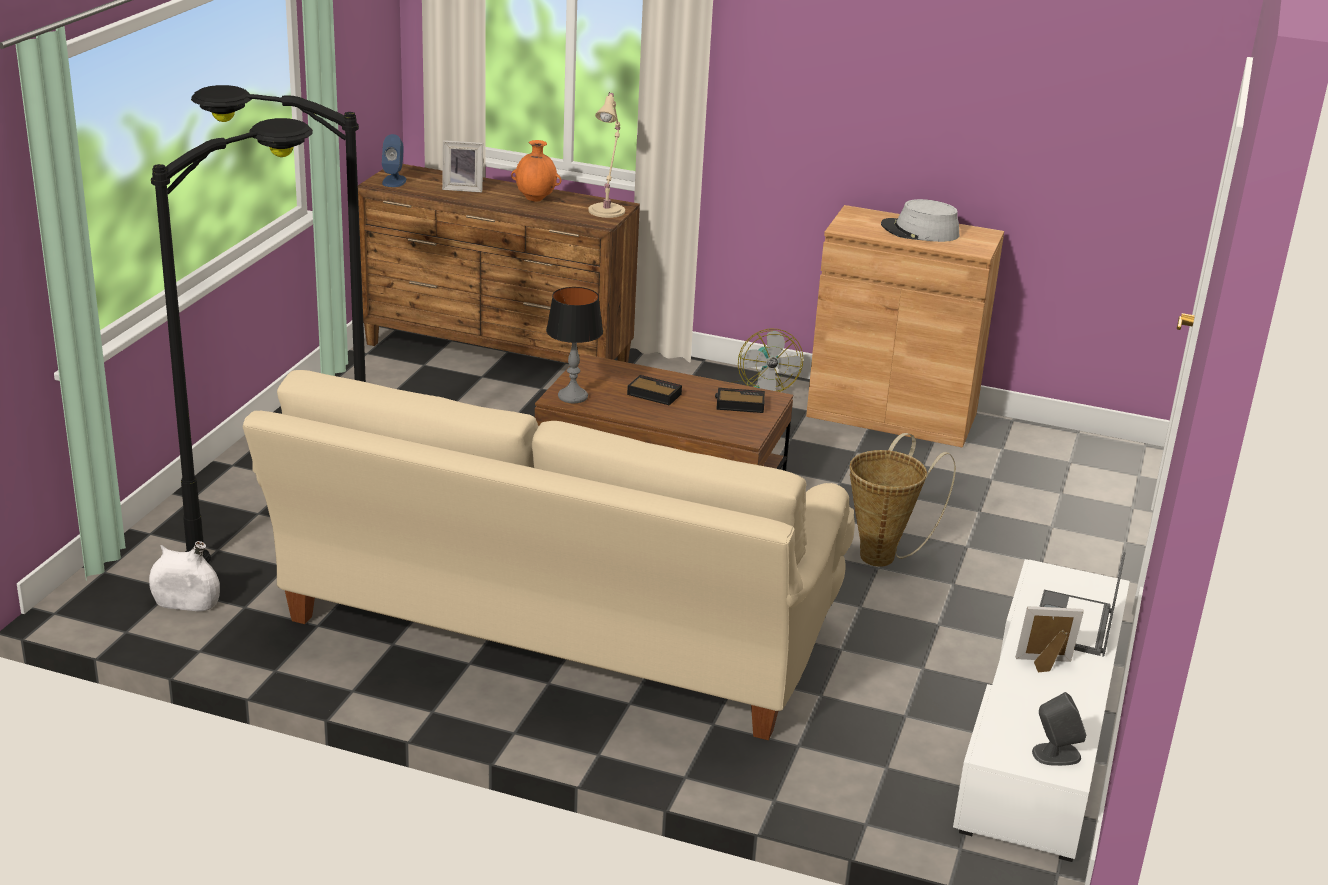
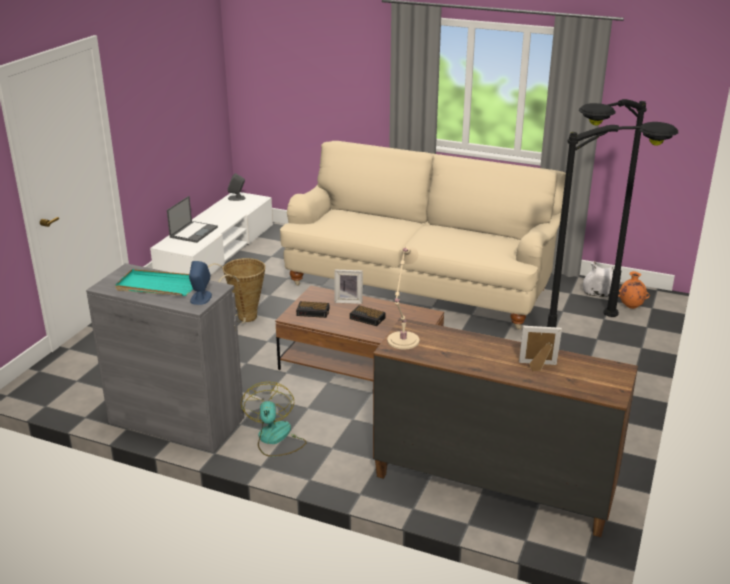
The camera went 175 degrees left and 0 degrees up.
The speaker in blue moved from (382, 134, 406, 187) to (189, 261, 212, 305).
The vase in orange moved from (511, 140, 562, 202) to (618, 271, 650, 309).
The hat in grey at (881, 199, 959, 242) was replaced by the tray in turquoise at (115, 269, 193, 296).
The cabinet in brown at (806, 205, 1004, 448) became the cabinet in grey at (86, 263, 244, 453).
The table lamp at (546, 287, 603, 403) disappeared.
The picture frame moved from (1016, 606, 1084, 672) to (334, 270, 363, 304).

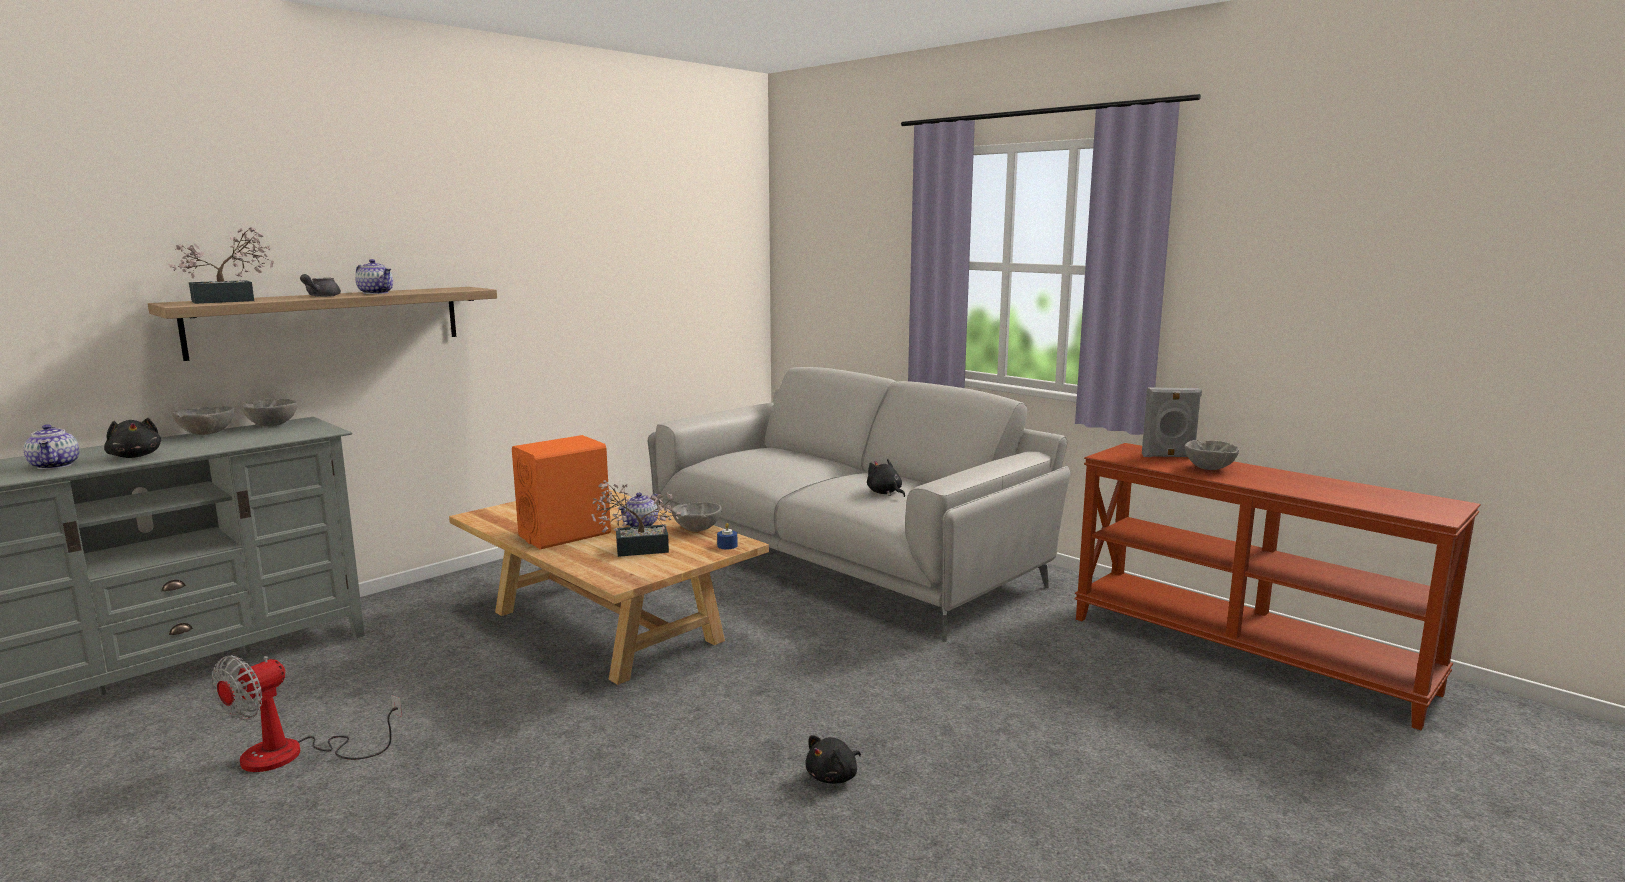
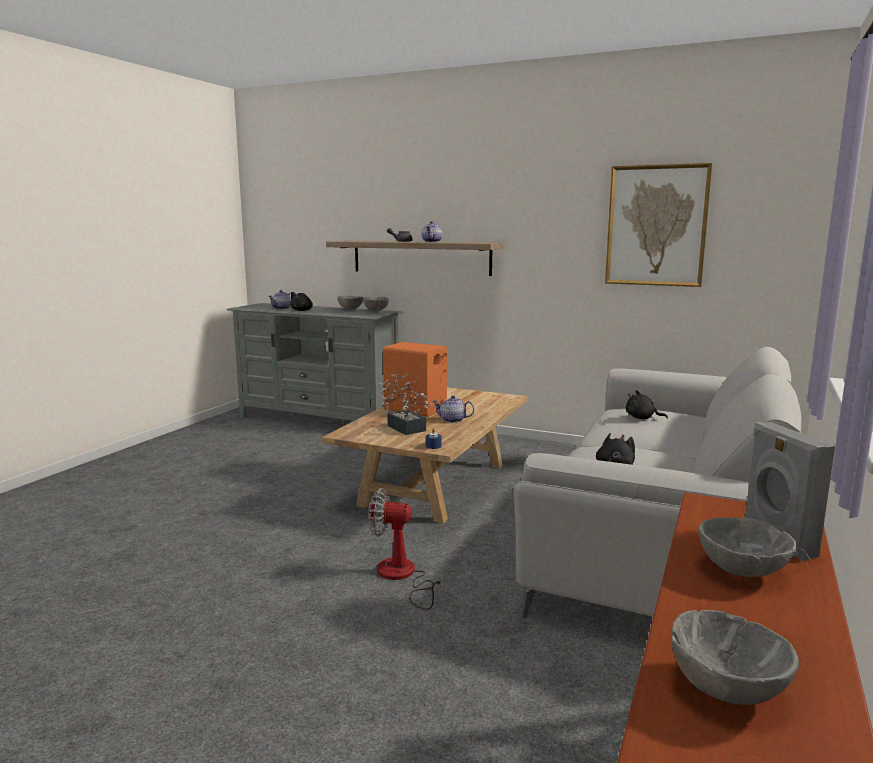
The camera went 70 degrees right and 0 degrees up.
The potted plant at (168, 227, 274, 304) disappeared.
The bowl in grey moved from (672, 502, 722, 532) to (671, 610, 799, 705).
The fan moved from (212, 655, 402, 772) to (368, 488, 442, 610).
The plush toy in black moved from (805, 735, 861, 784) to (626, 390, 668, 420).
The picture at (605, 163, 712, 287) appeared.

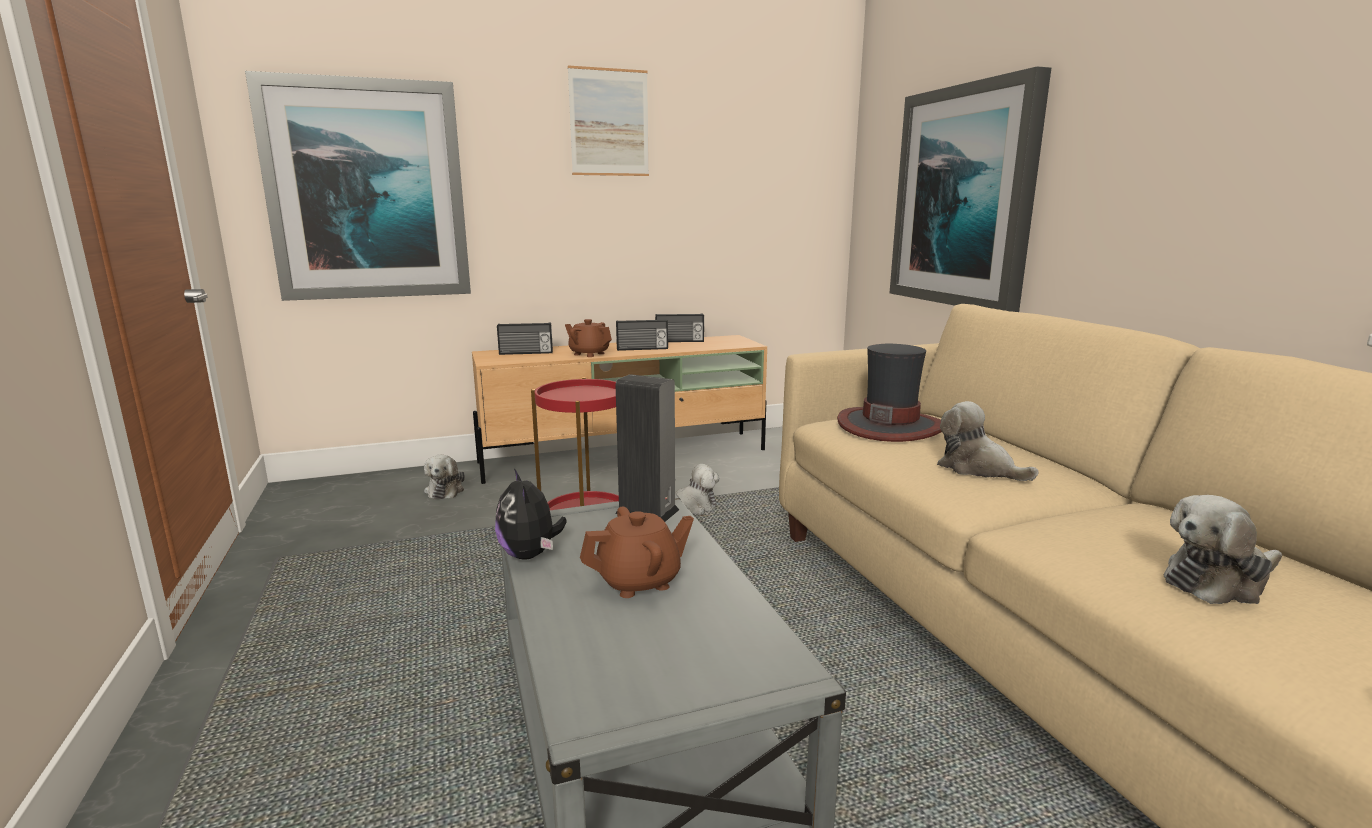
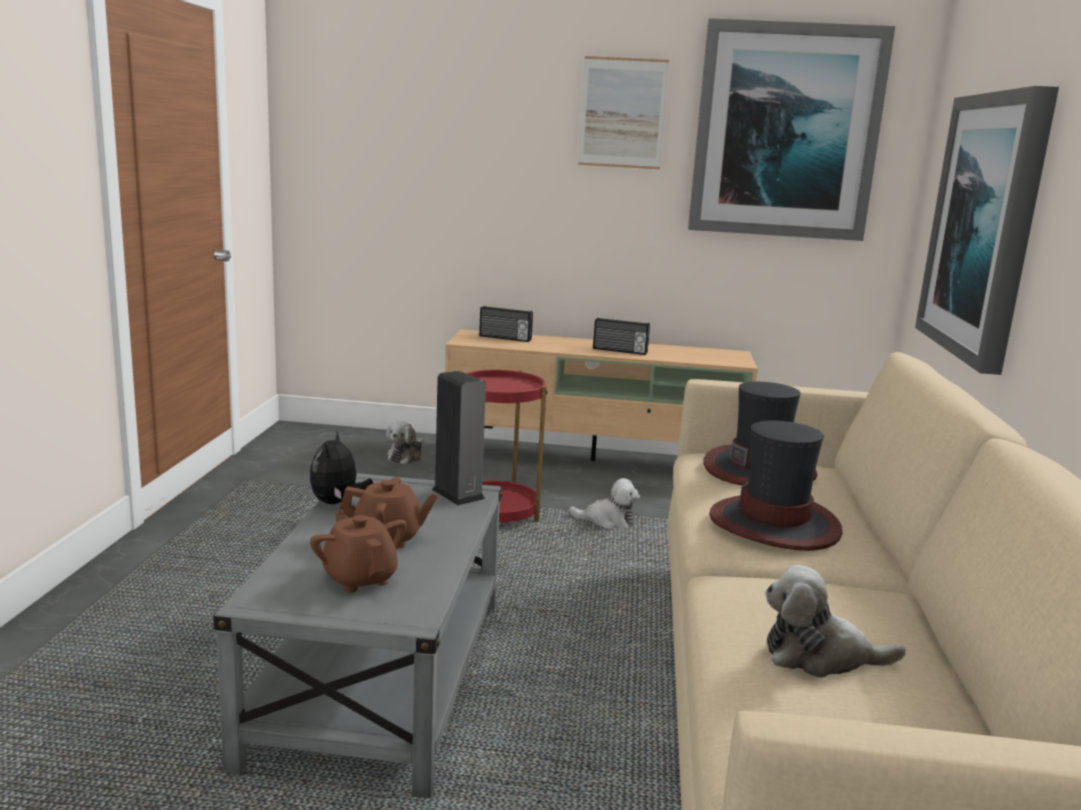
The camera went 25 degrees right and 0 degrees up.
The picture moved from (245, 71, 471, 301) to (688, 18, 895, 241).
The radio at (655, 314, 704, 342) disappeared.
The teapot in brown moved from (565, 319, 612, 357) to (310, 510, 407, 593).
The plush toy at (937, 401, 1039, 481) was replaced by the hat at (709, 421, 842, 551).

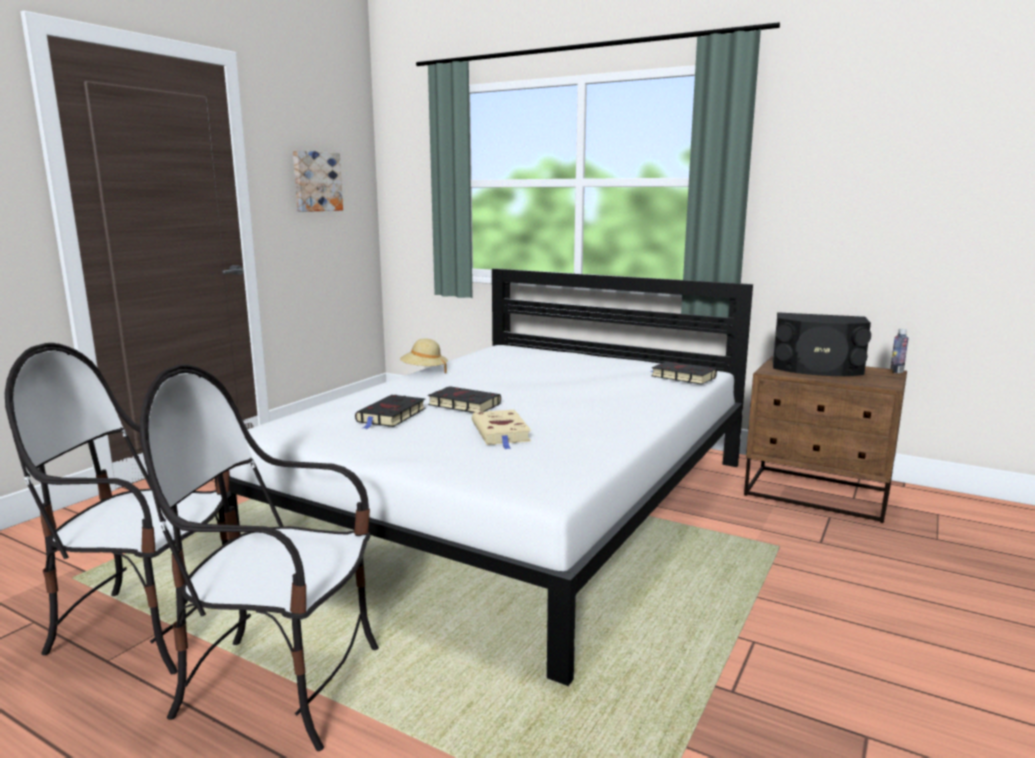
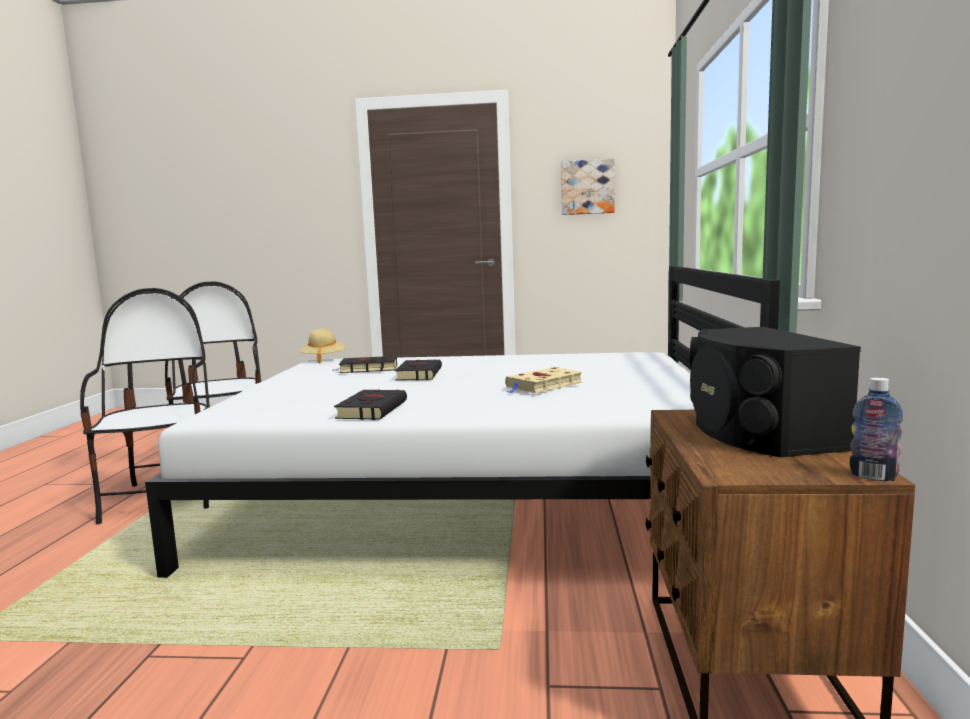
The camera went 65 degrees right and 5 degrees down.
The hat in beige moved from (400, 338, 448, 373) to (300, 329, 345, 364).
The book in black moved from (650, 361, 717, 385) to (334, 390, 407, 420).
The book in beige moved from (472, 410, 531, 449) to (505, 367, 583, 393).

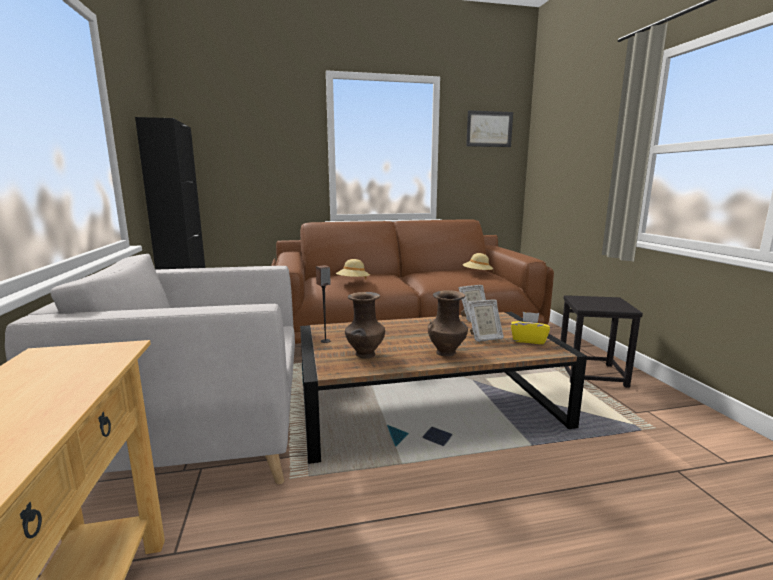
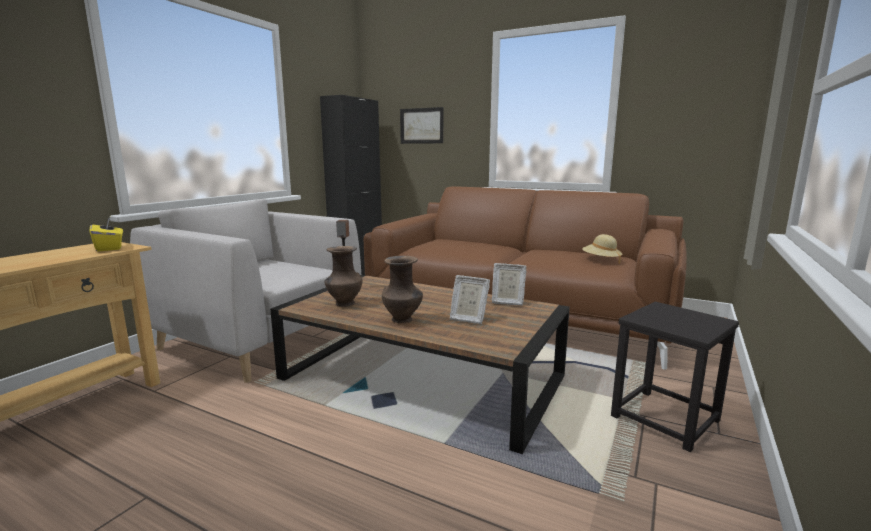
The camera went 40 degrees right and 0 degrees up.
The picture moved from (466, 110, 513, 147) to (400, 107, 443, 144).
The hat in beige at (336, 259, 370, 280) disappeared.
The tissue box in yellow moved from (511, 312, 550, 344) to (90, 216, 123, 252).

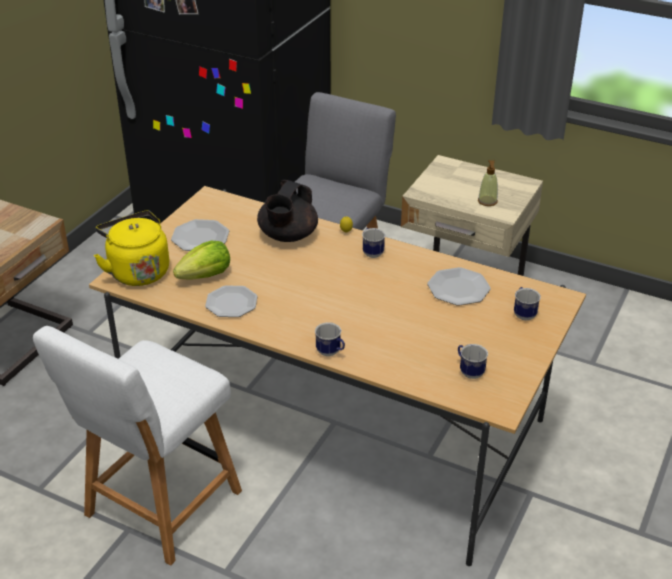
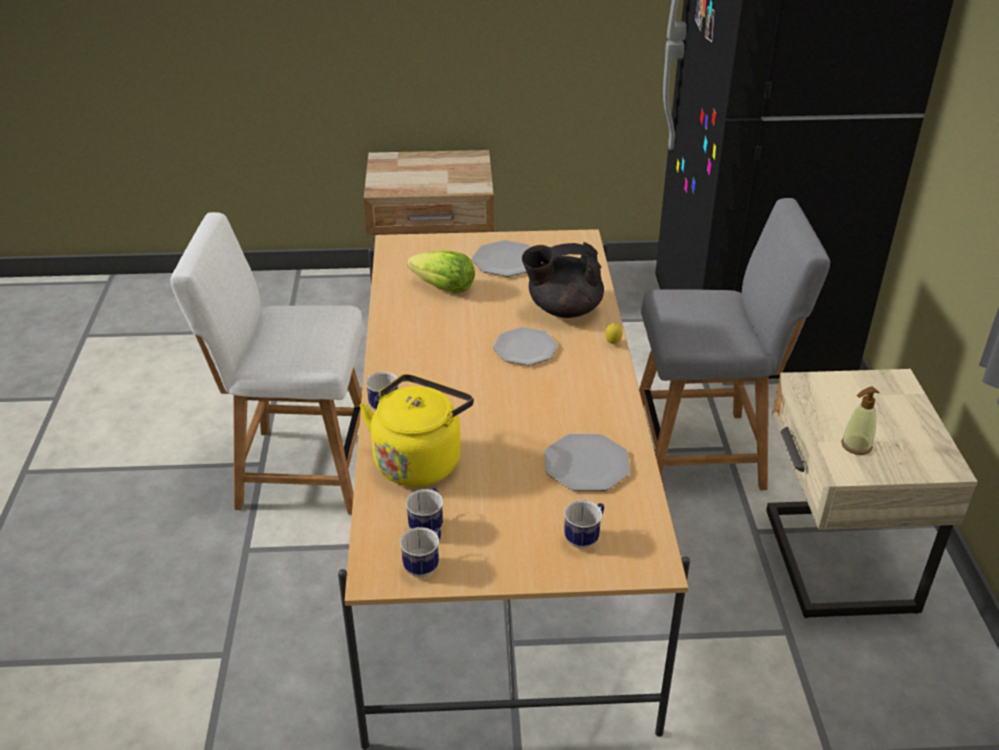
The camera went 60 degrees right and 0 degrees up.
The kettle in yellow moved from (94, 211, 169, 286) to (360, 374, 474, 487).
The mug moved from (362, 228, 385, 258) to (400, 527, 441, 577).
The plate moved from (205, 285, 257, 317) to (493, 327, 558, 366).

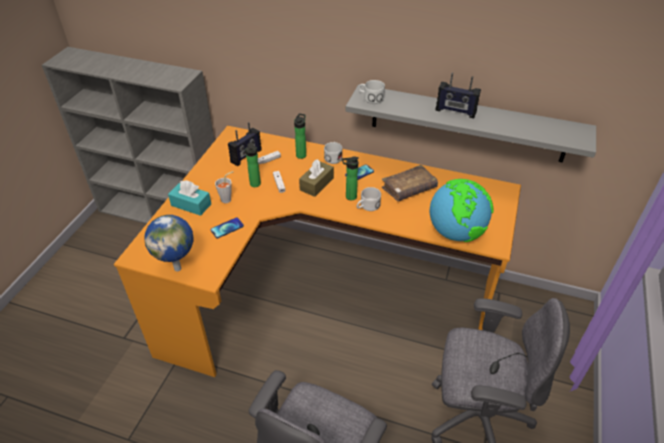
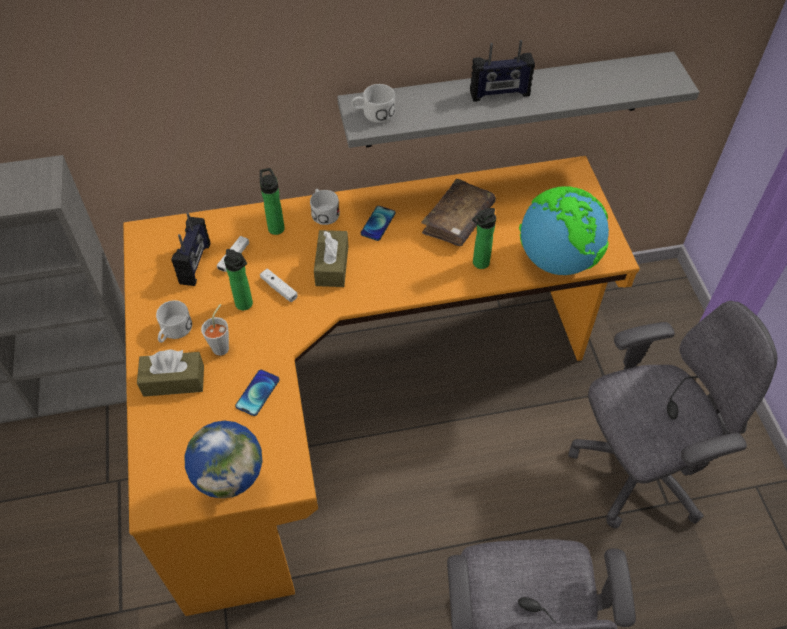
The camera went 30 degrees left and 10 degrees up.
The bottle moved from (342, 156, 359, 200) to (472, 208, 496, 269).
The tissue box in turquoise at (168, 180, 211, 216) became the tissue box in brown at (137, 349, 204, 397).
The mug in white moved from (357, 187, 381, 211) to (156, 300, 192, 343).

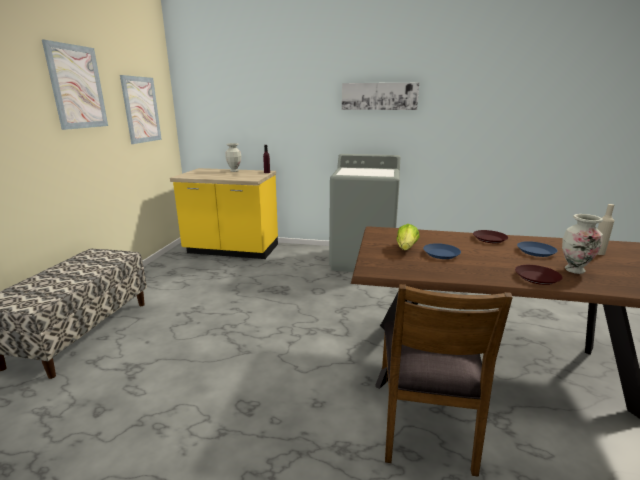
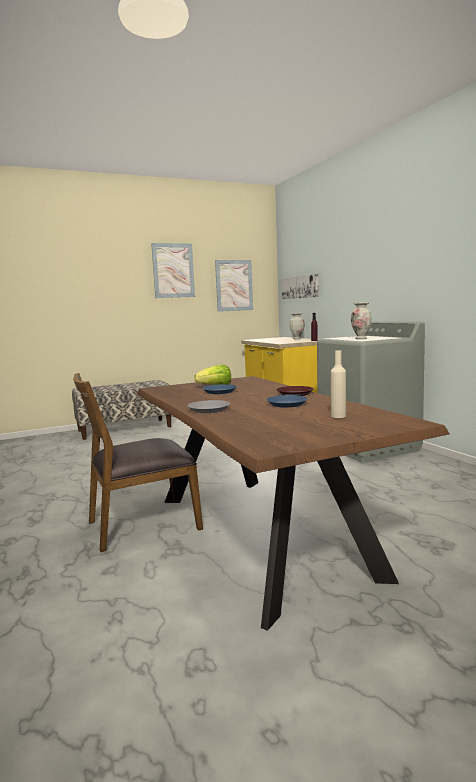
The camera went 55 degrees right and 10 degrees down.
The picture moved from (342, 83, 419, 110) to (282, 273, 319, 299).
The vase moved from (562, 214, 603, 274) to (351, 302, 372, 339).
The plate in brown at (515, 265, 563, 285) became the plate in grey at (188, 400, 230, 413).

